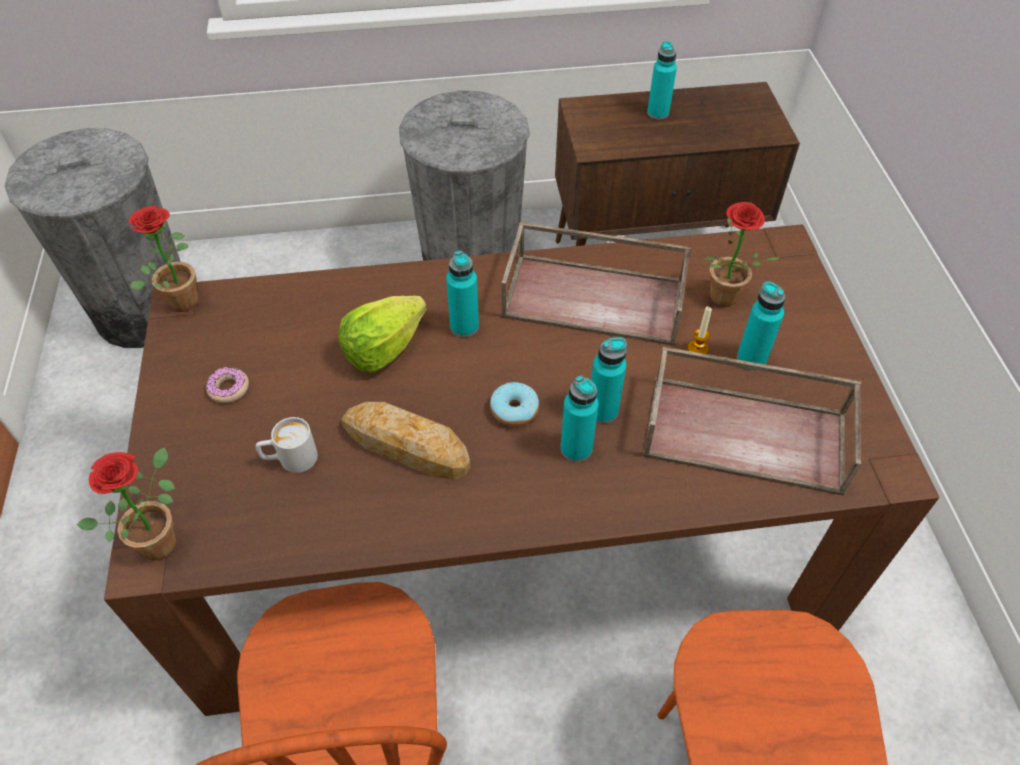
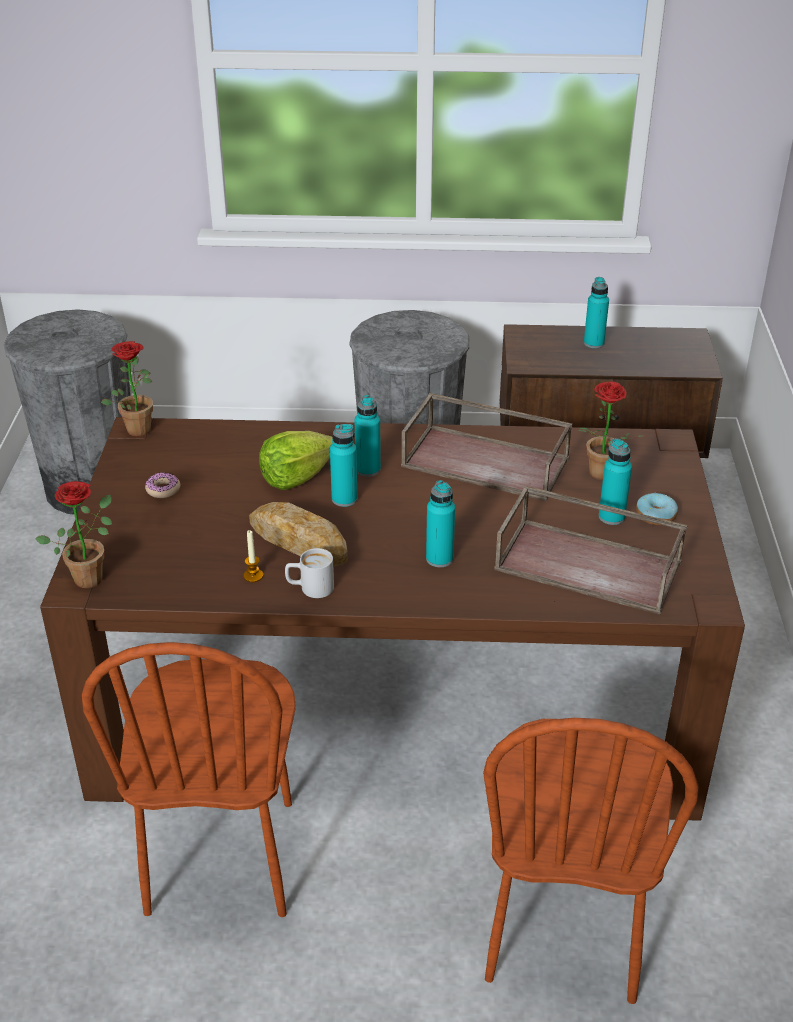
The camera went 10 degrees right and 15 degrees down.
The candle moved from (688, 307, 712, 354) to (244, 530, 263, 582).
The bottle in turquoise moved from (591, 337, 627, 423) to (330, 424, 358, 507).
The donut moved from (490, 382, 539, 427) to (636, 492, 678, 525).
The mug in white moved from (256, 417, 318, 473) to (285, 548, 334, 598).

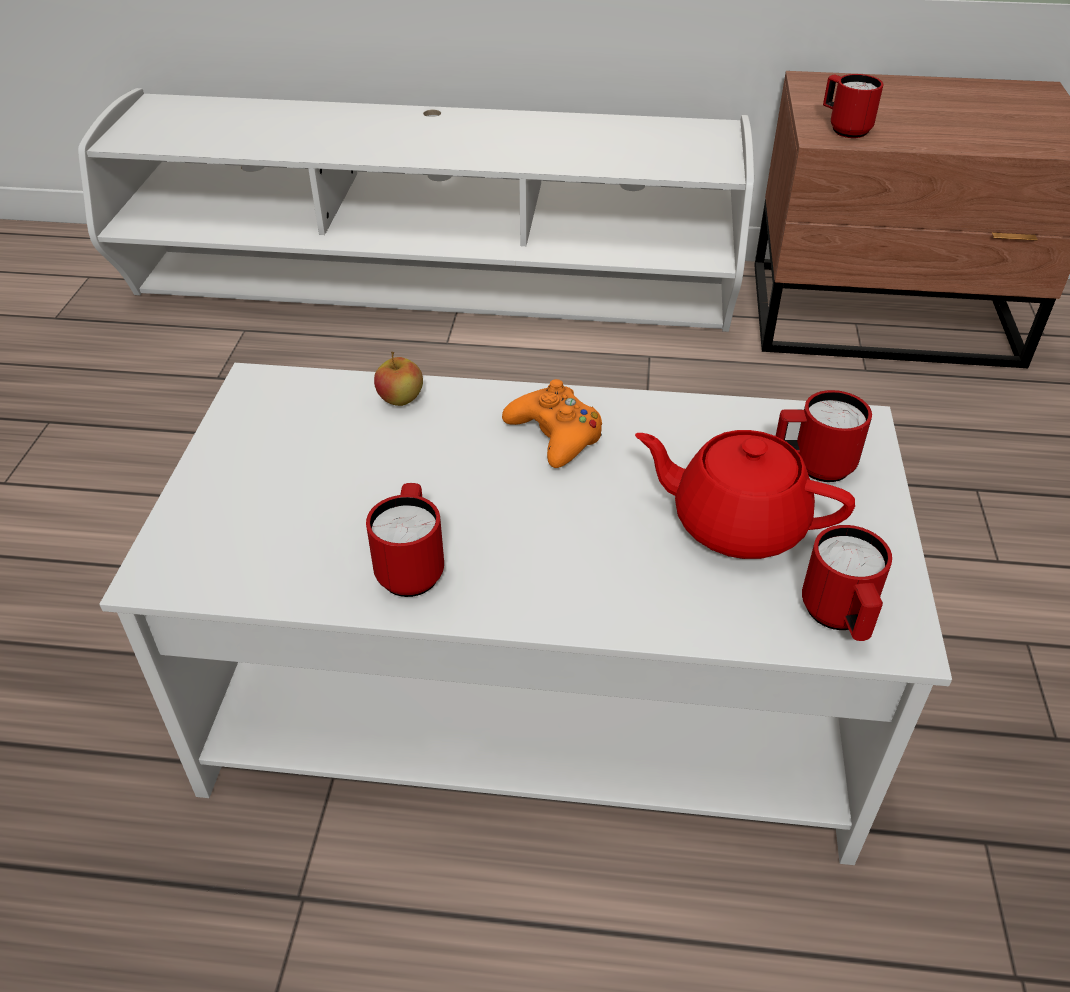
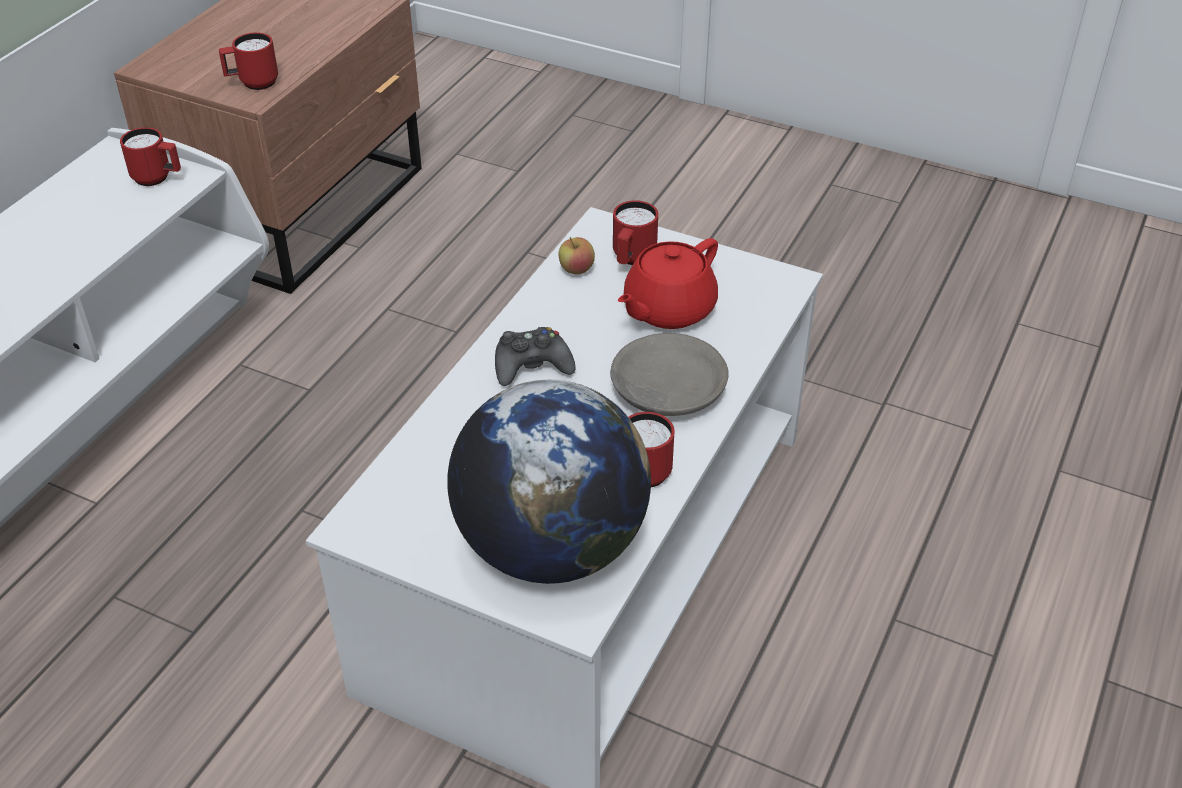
The camera went 70 degrees left and 0 degrees up.
The apple moved from (374, 352, 423, 406) to (559, 237, 595, 274).
The game controller in orange at (502, 379, 602, 468) became the game controller in black at (495, 327, 576, 386).
The mug in red moved from (802, 525, 892, 641) to (120, 127, 181, 186).
The bowl in grey at (610, 333, 729, 416) appeared.
The globe at (447, 380, 651, 584) appeared.

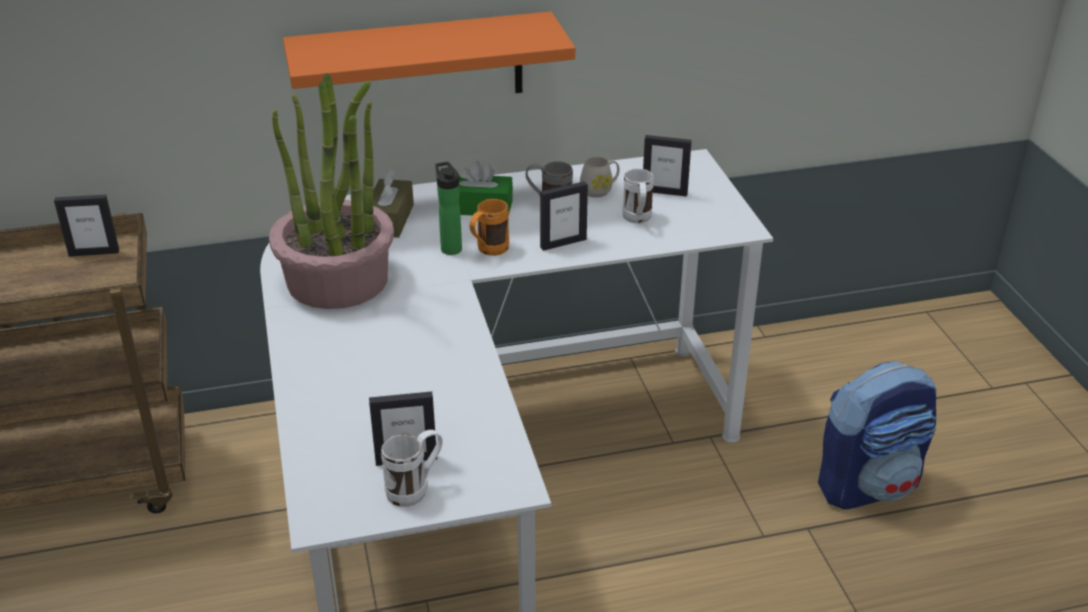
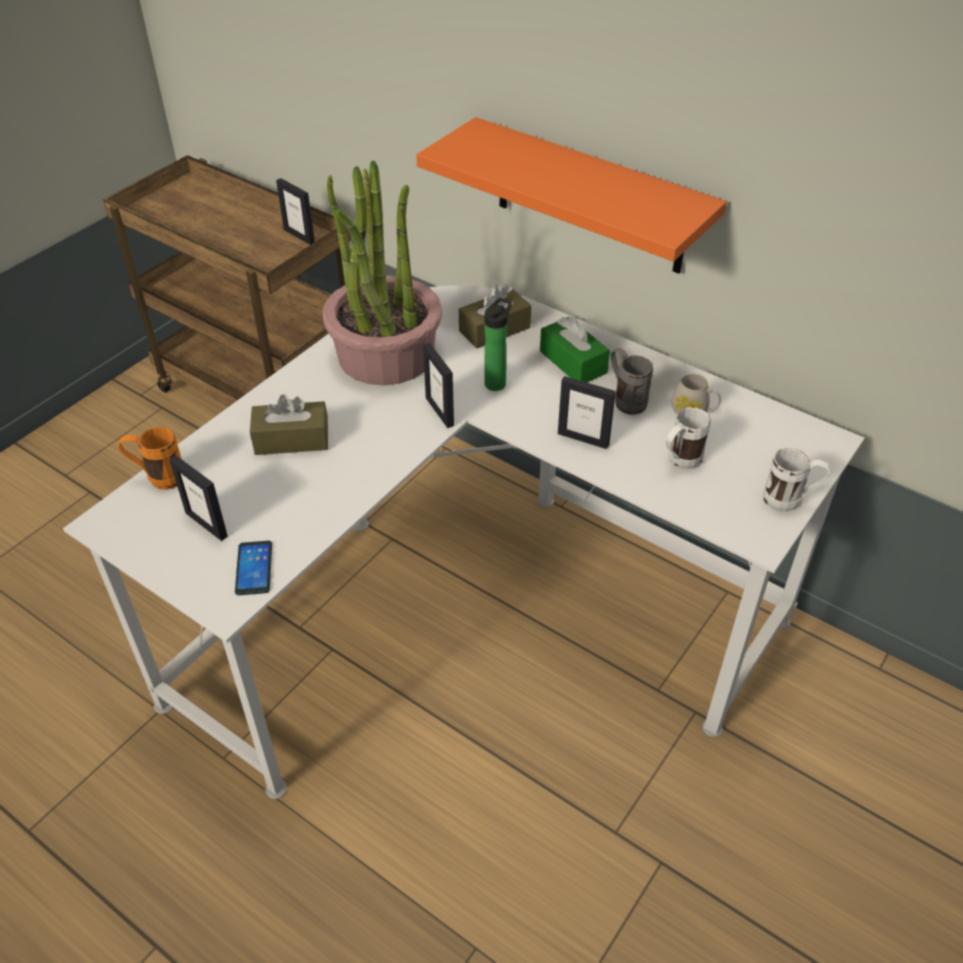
The camera went 50 degrees right and 10 degrees up.
The picture frame moved from (643, 135, 692, 197) to (423, 343, 454, 428).
The mug in orange moved from (469, 199, 509, 256) to (118, 427, 182, 490).
The backpack at (818, 361, 937, 509) disappeared.
The mug in white moved from (381, 430, 443, 507) to (763, 448, 831, 512).
The tissue box in brown at (250, 394, 328, 455) appeared.
The phone at (235, 541, 272, 595) appeared.

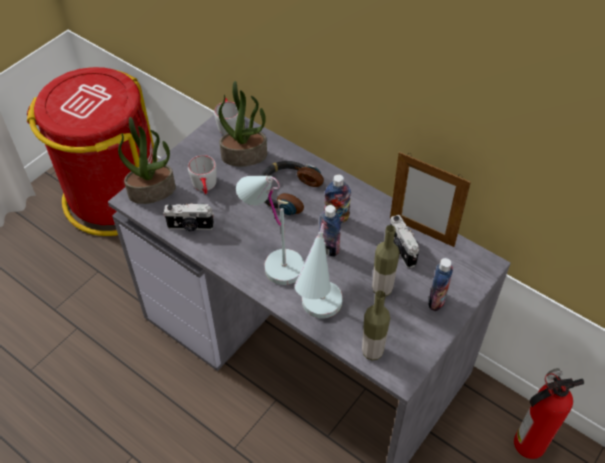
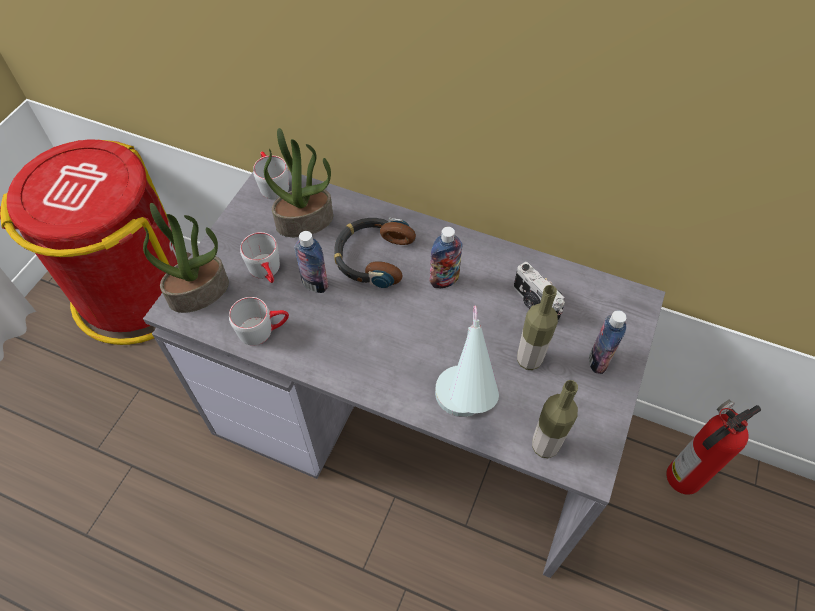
The camera went 15 degrees left and 5 degrees up.
The picture frame at (390, 152, 471, 247) disappeared.
The table lamp in white at (236, 176, 304, 285) disappeared.
The photo camera at (163, 203, 214, 231) was replaced by the mug in grey at (229, 297, 289, 346).
The bottle moved from (319, 205, 341, 257) to (294, 231, 329, 293).

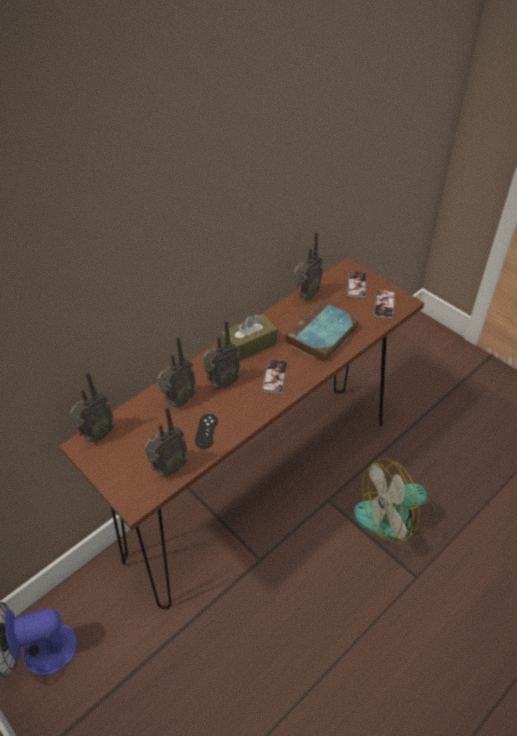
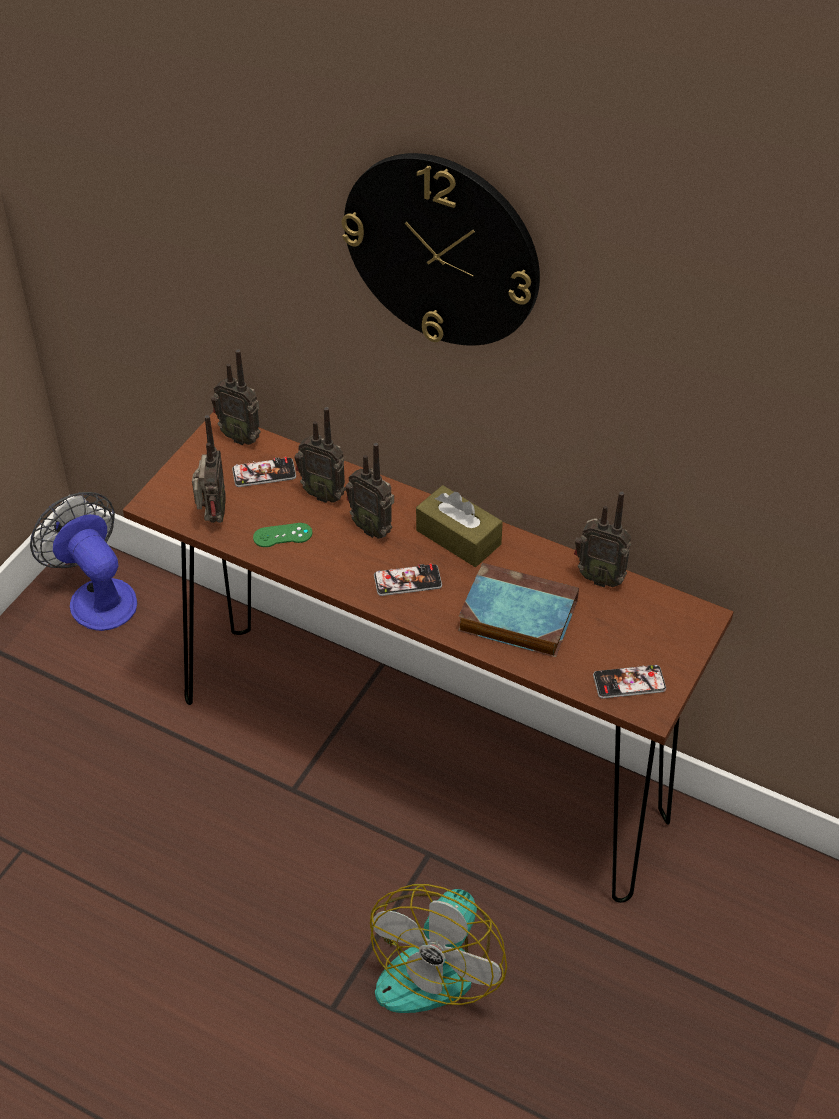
The camera went 70 degrees right and 0 degrees up.
The phone moved from (347, 272, 367, 298) to (232, 457, 296, 487).
The radio at (144, 405, 188, 477) turned 120 degrees counterclockwise.
The game controller in black at (195, 414, 218, 449) became the game controller in green at (253, 523, 312, 547).
The fan at (354, 458, 437, 544) turned 120 degrees counterclockwise.
The wall clock at (342, 153, 540, 346) appeared.

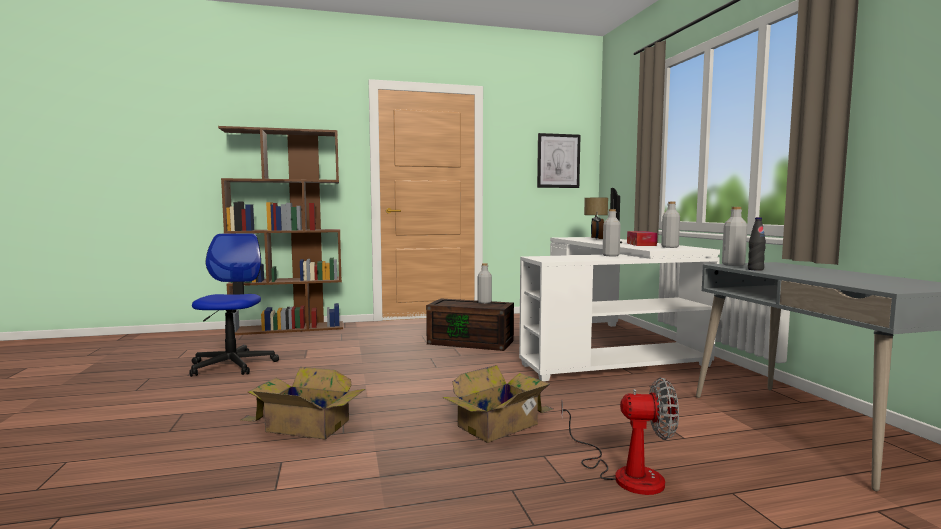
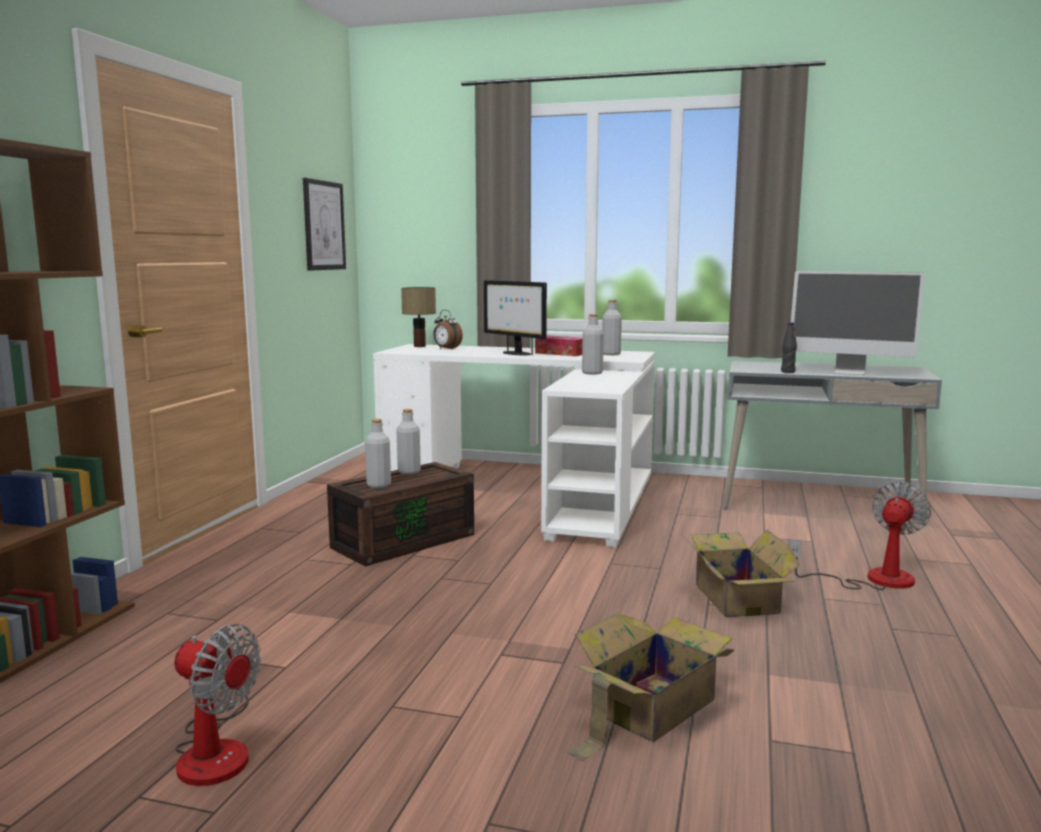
The camera went 60 degrees left and 5 degrees up.
The bottle in grey moved from (722, 207, 747, 266) to (365, 419, 391, 488).
The office chair at (189, 233, 279, 377) was replaced by the fan at (174, 624, 261, 786).
The monitor at (791, 271, 925, 375) appeared.

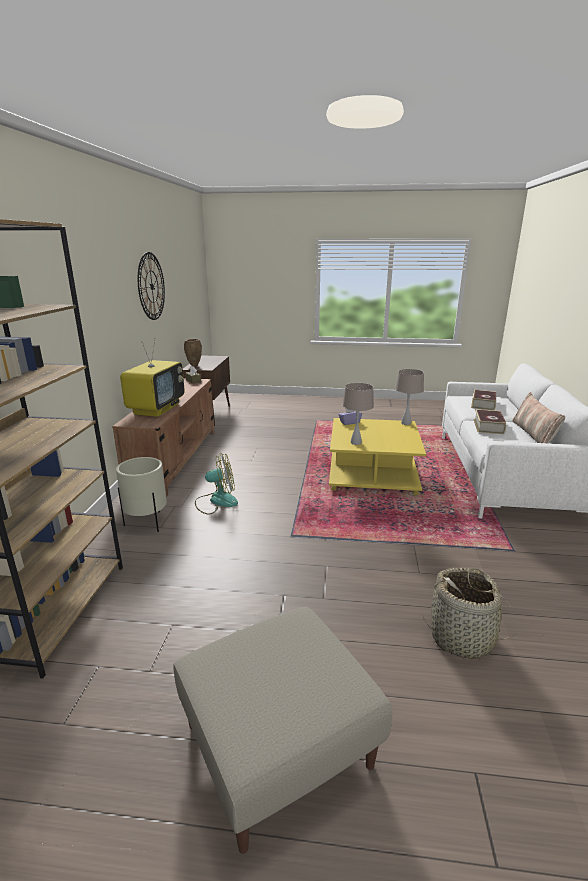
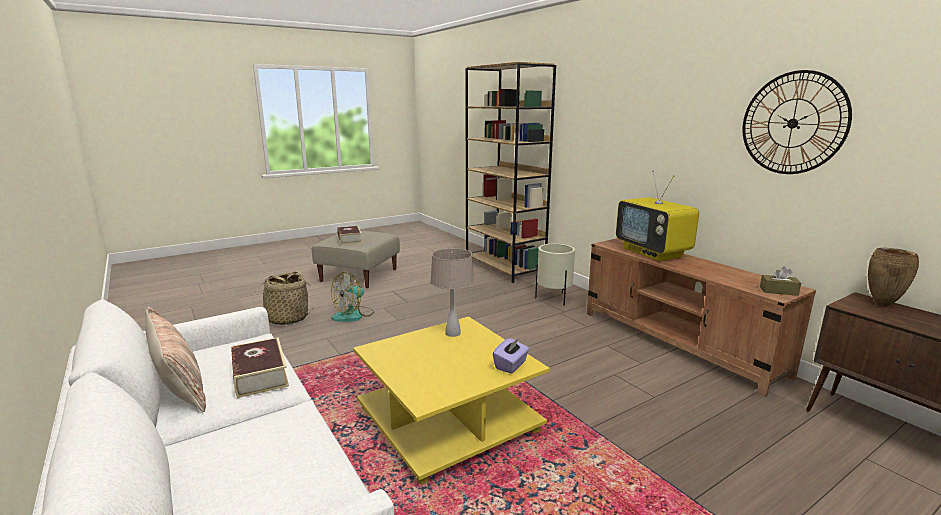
The camera went 140 degrees right and 5 degrees down.
The table lamp in beige at (395, 369, 424, 425) disappeared.
The book moved from (471, 390, 496, 411) to (337, 226, 362, 244).
The fan moved from (195, 452, 238, 514) to (331, 272, 375, 322).

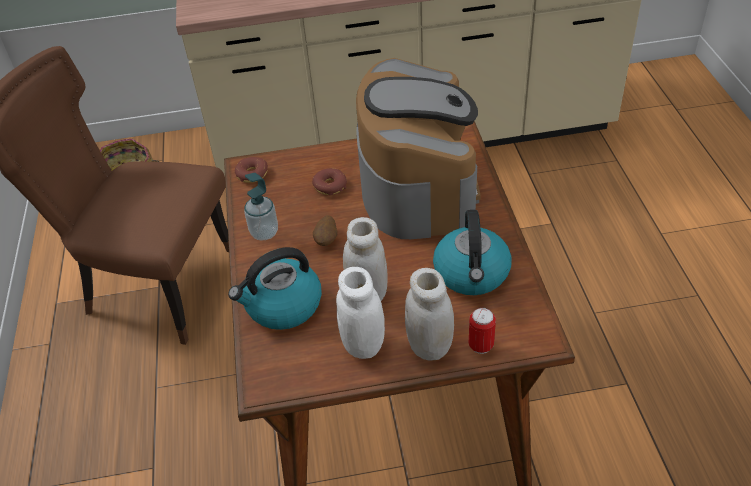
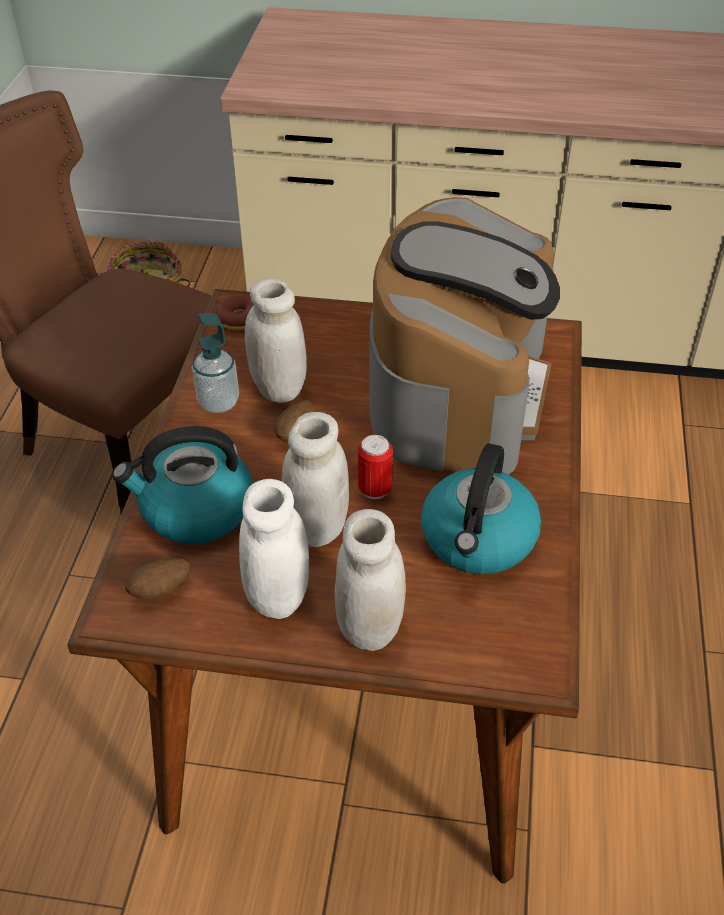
The camera went 15 degrees right and 0 degrees up.
The donut at (312, 168, 347, 195) disappeared.
The can moved from (469, 308, 496, 354) to (358, 434, 393, 499).
The jar in white at (245, 278, 307, 403) appeared.
The potato at (124, 558, 191, 600) appeared.

